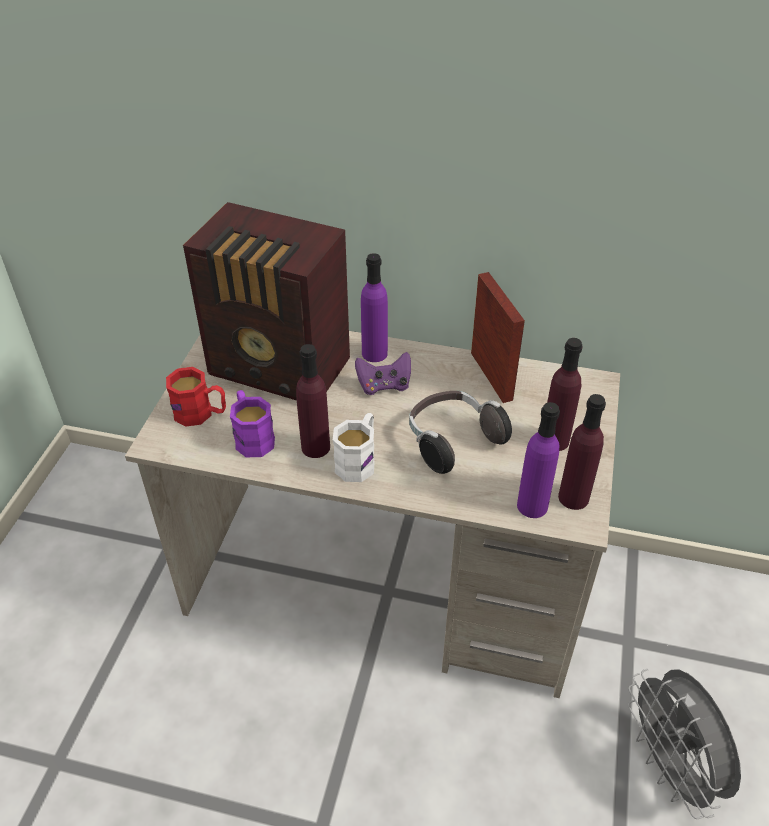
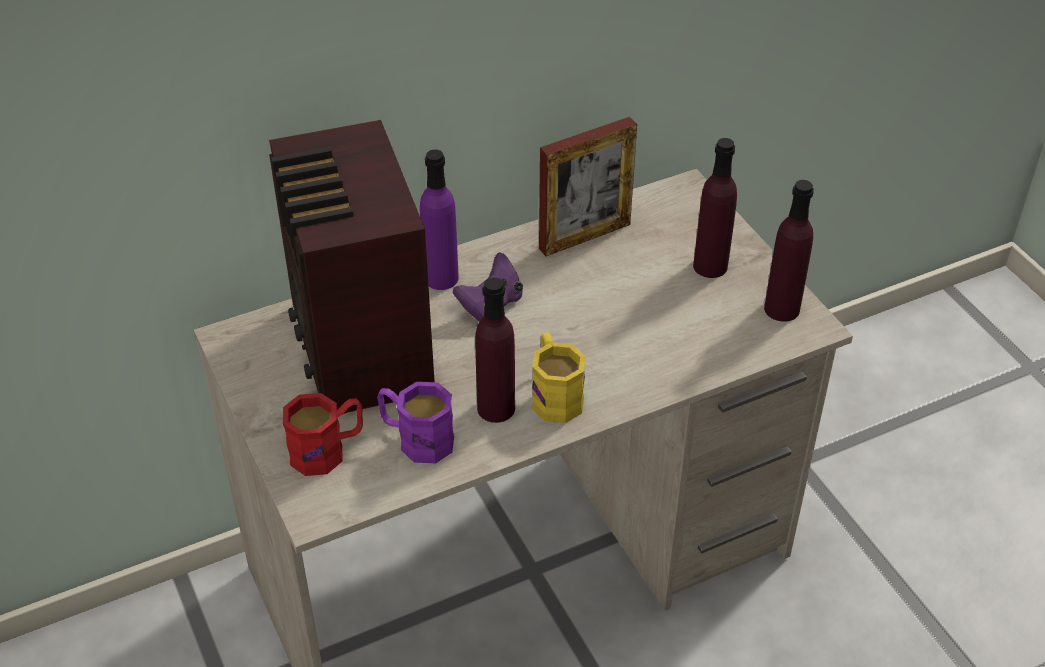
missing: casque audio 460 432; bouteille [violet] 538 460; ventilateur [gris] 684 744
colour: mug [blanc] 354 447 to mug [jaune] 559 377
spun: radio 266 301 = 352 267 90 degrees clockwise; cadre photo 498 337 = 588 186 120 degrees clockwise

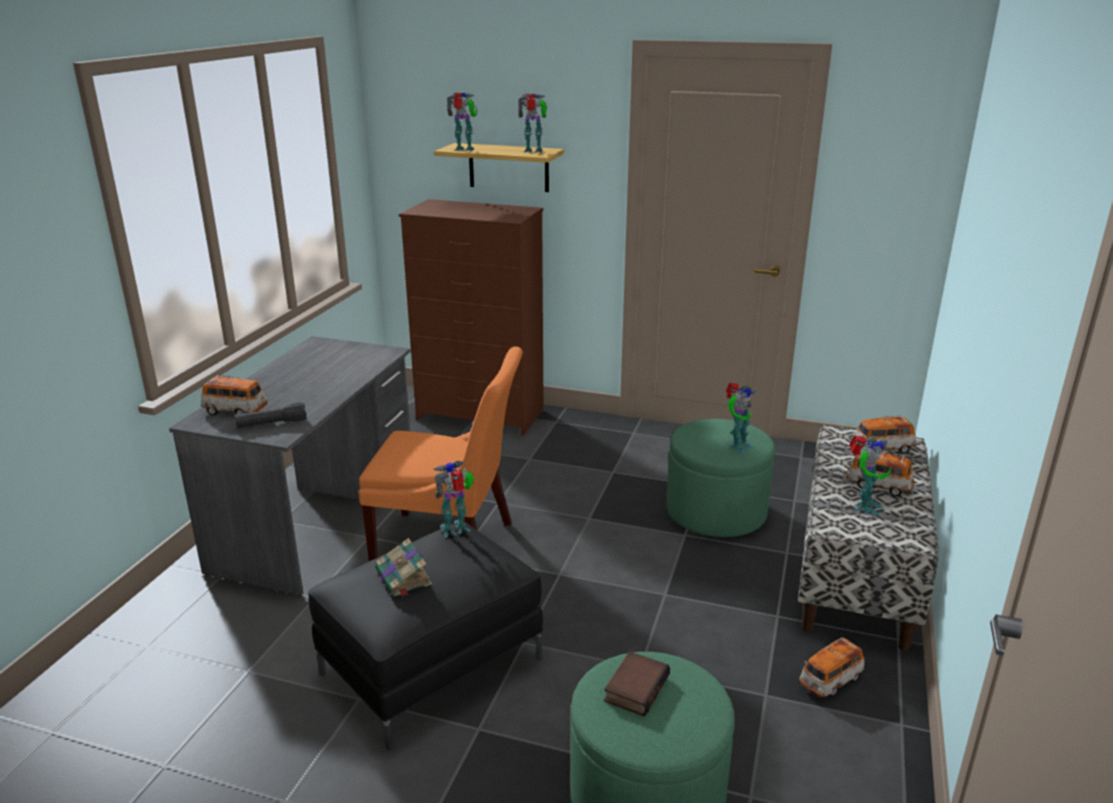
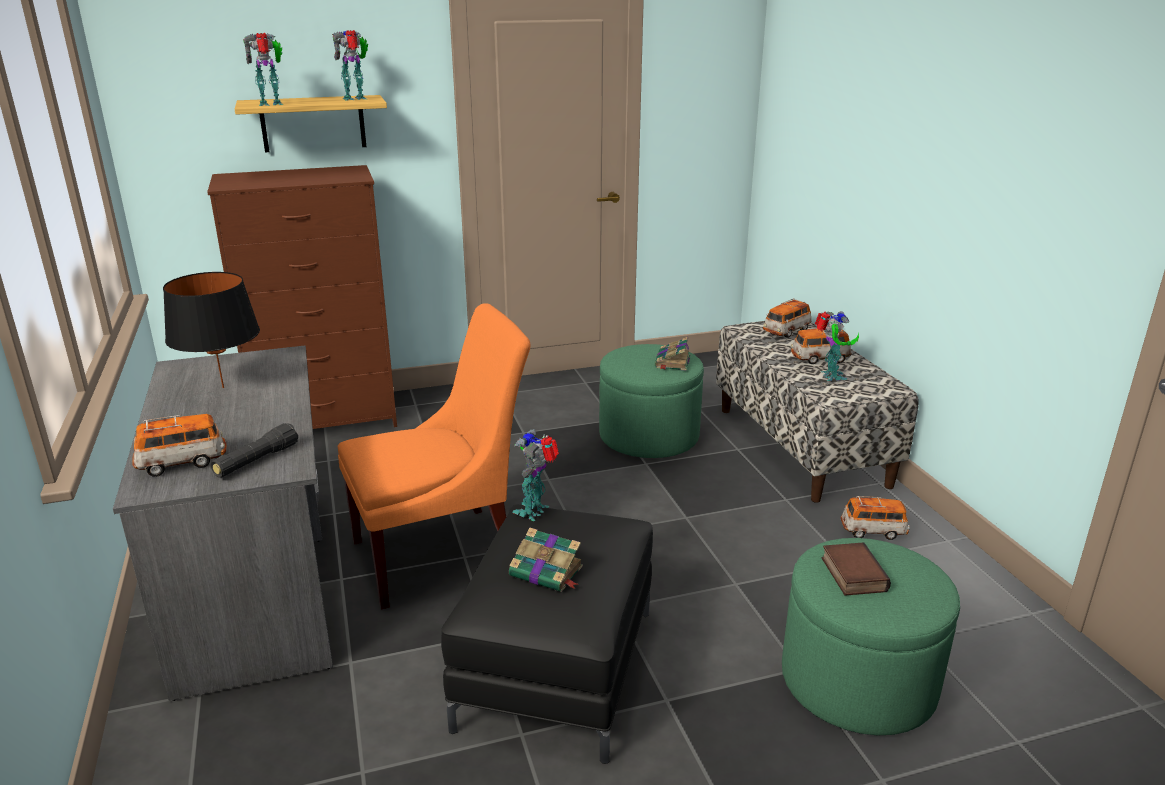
appeared: lampe de table [noir] 211 330
exchanged: robot jouet 742 418 to livre 672 354
spun: petite voiture 832 668 = 875 518 105 degrees counterclockwise

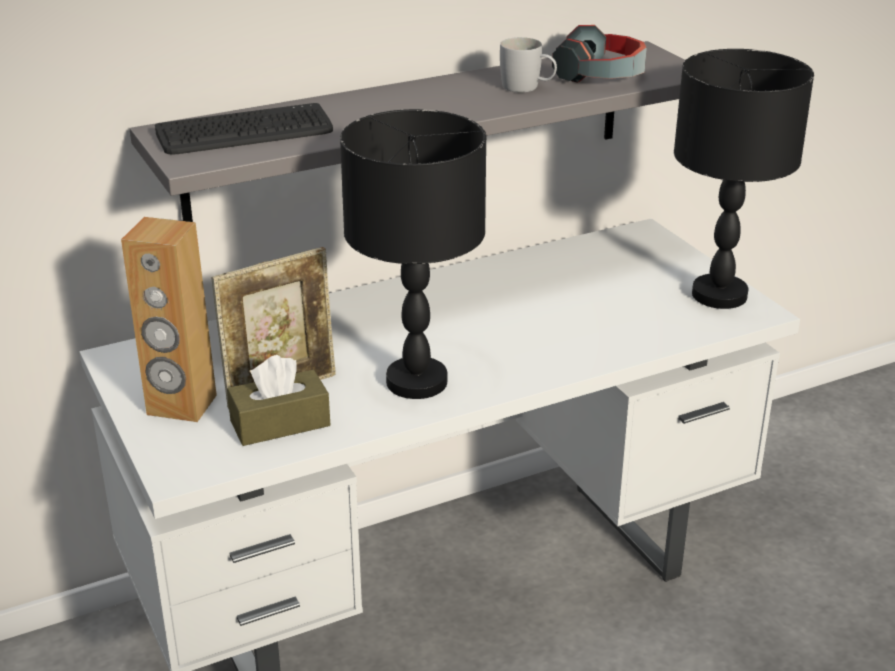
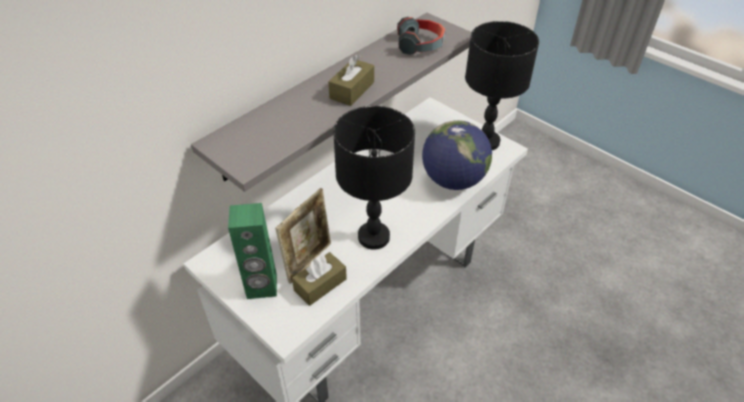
missing: clavier 244 129; mug [blanc] 528 64
appeared: boîte à mouchoirs [marron] 351 80; globe 457 155
colour: enceinte [marron] 169 319 to enceinte [vert] 252 251

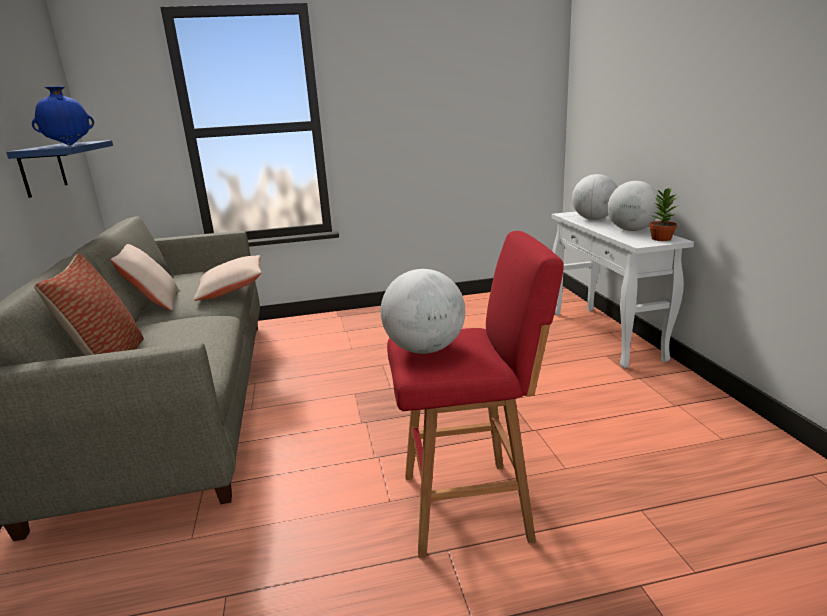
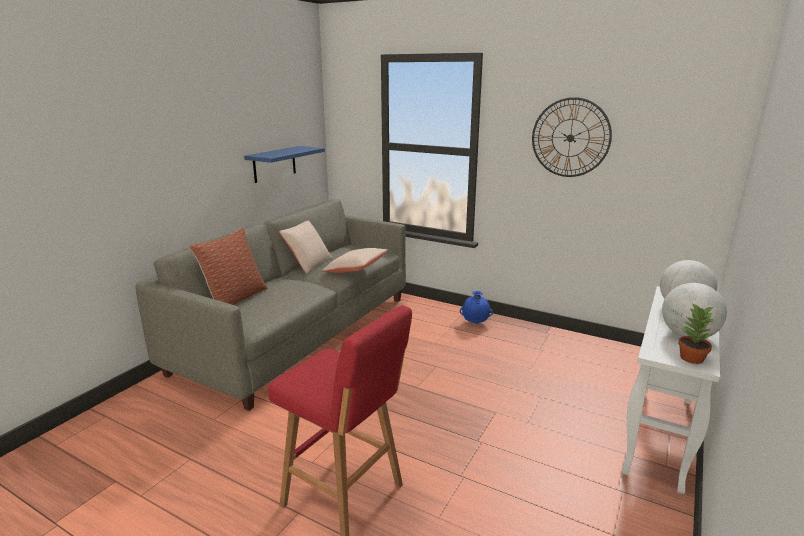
missing: globe 423 311
appeared: horloge murale 572 137
relocated: vase [bleu] 63 115 to 476 307

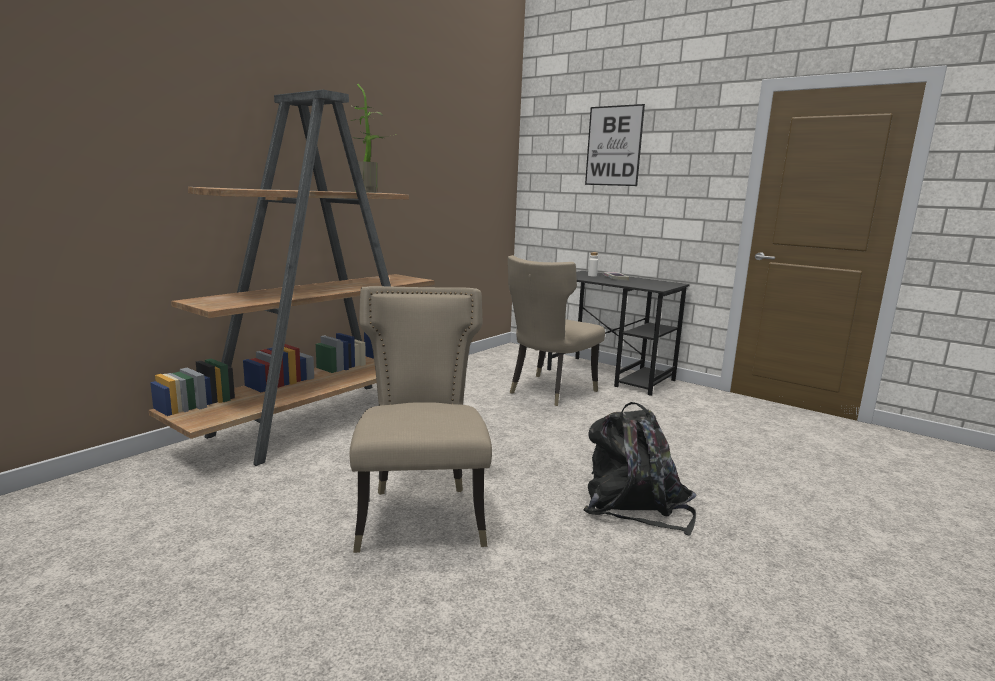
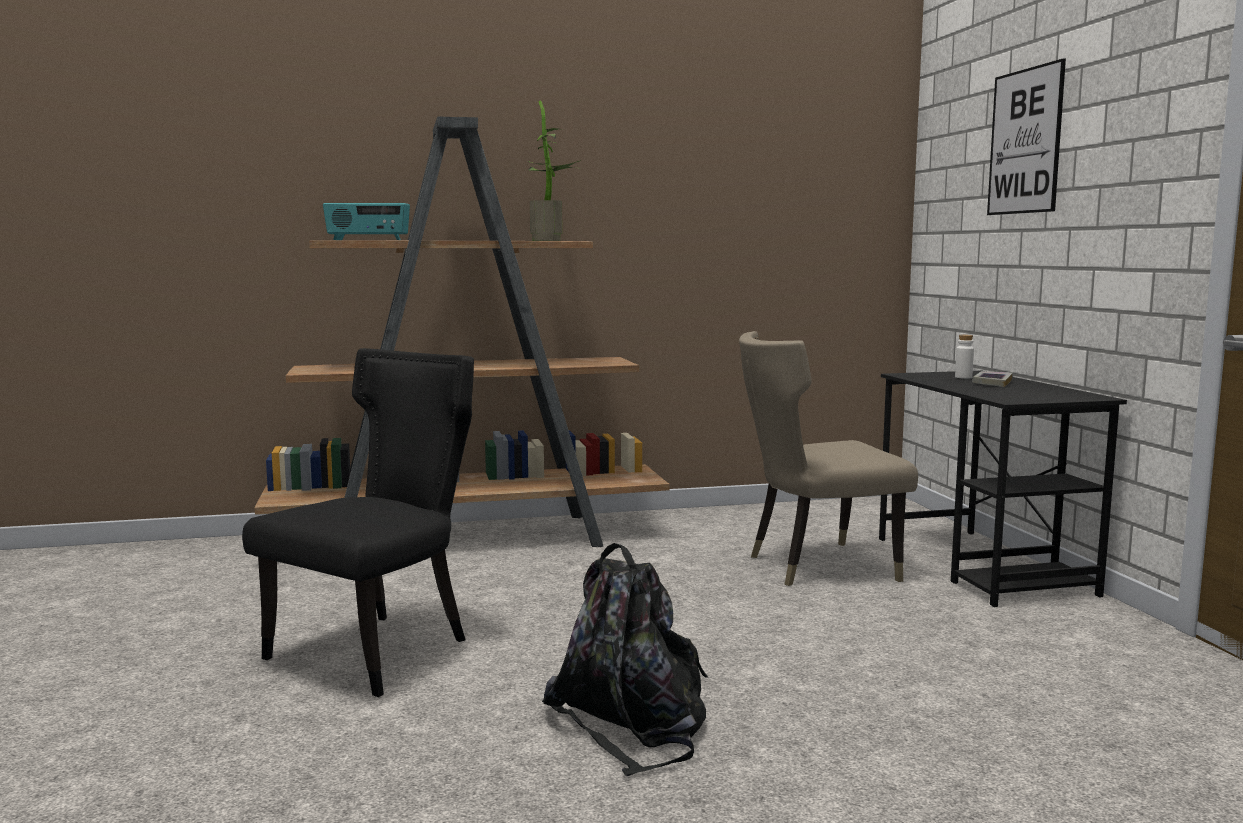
appeared: radio 366 221
colour: chaise [beige] 421 419 to chaise [noir] 358 522

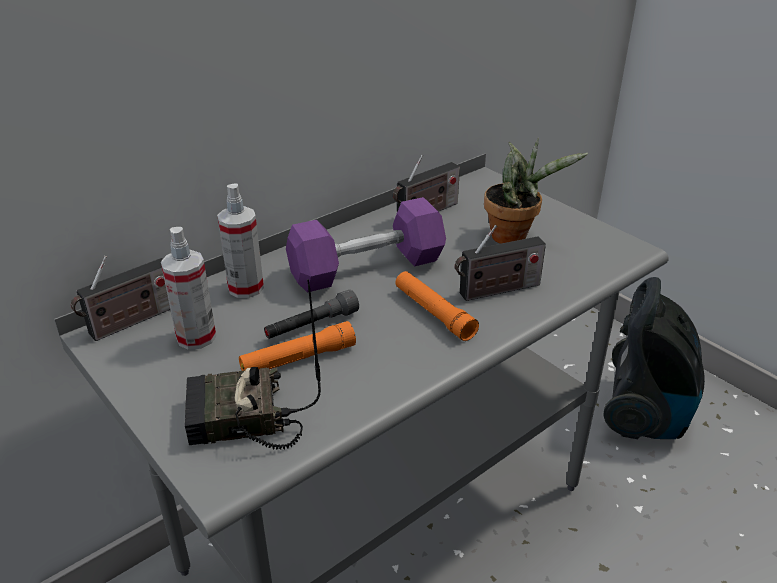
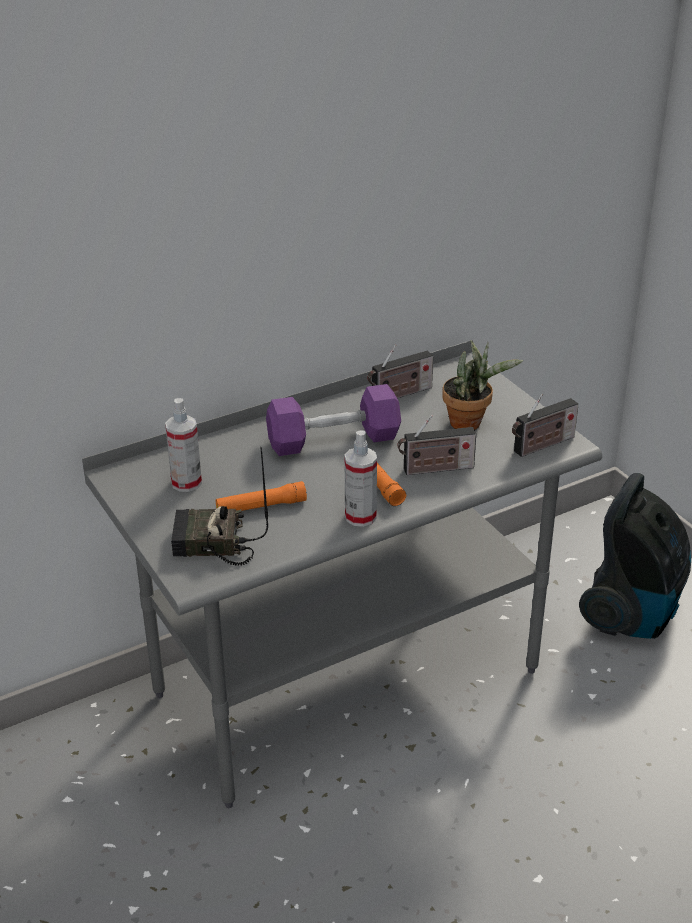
missing: lampe de poche [gris] 311 314
relocated: radio 120 298 to 545 425; vaporisateur 240 241 to 360 478

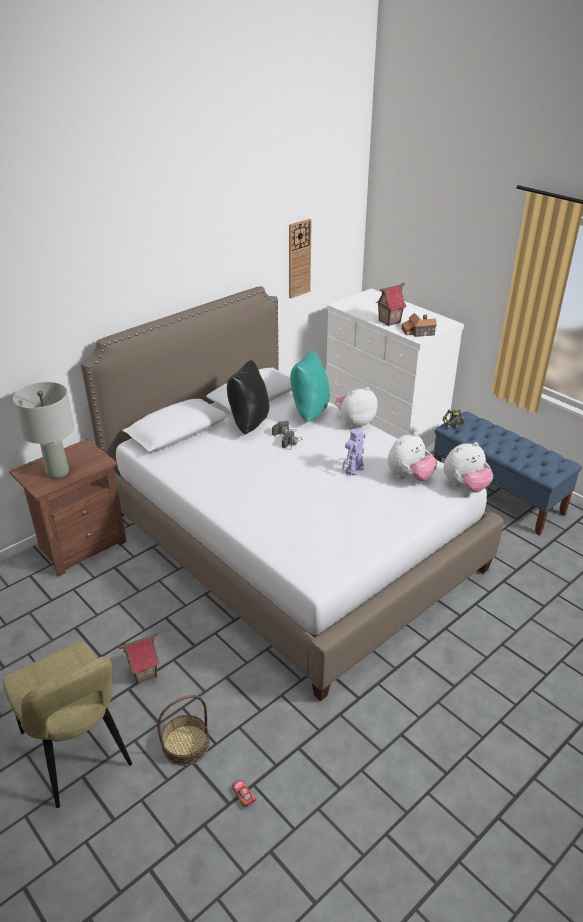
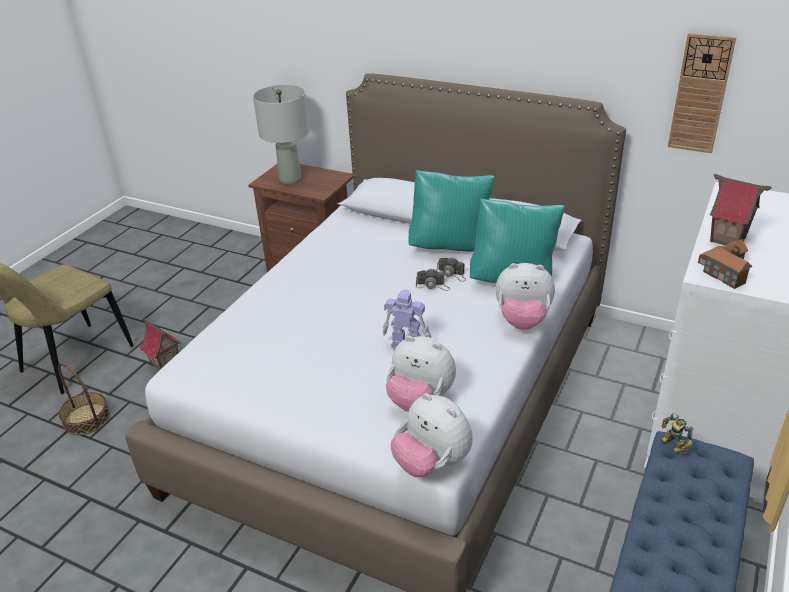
missing: petite voiture 244 793
colour: coussin [noir] 248 397 to coussin [turquoise] 452 211
spun: peluche 356 407 = 525 296 150 degrees clockwise

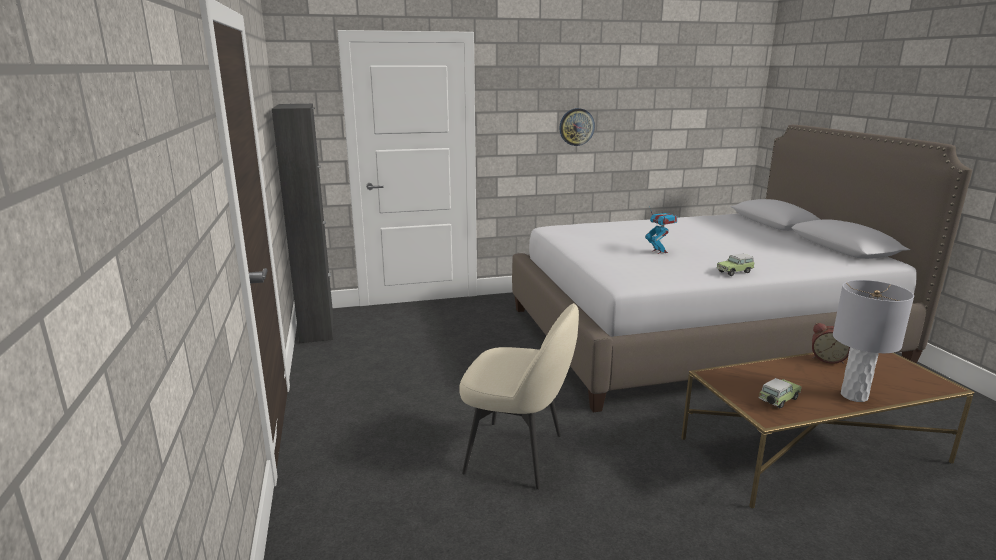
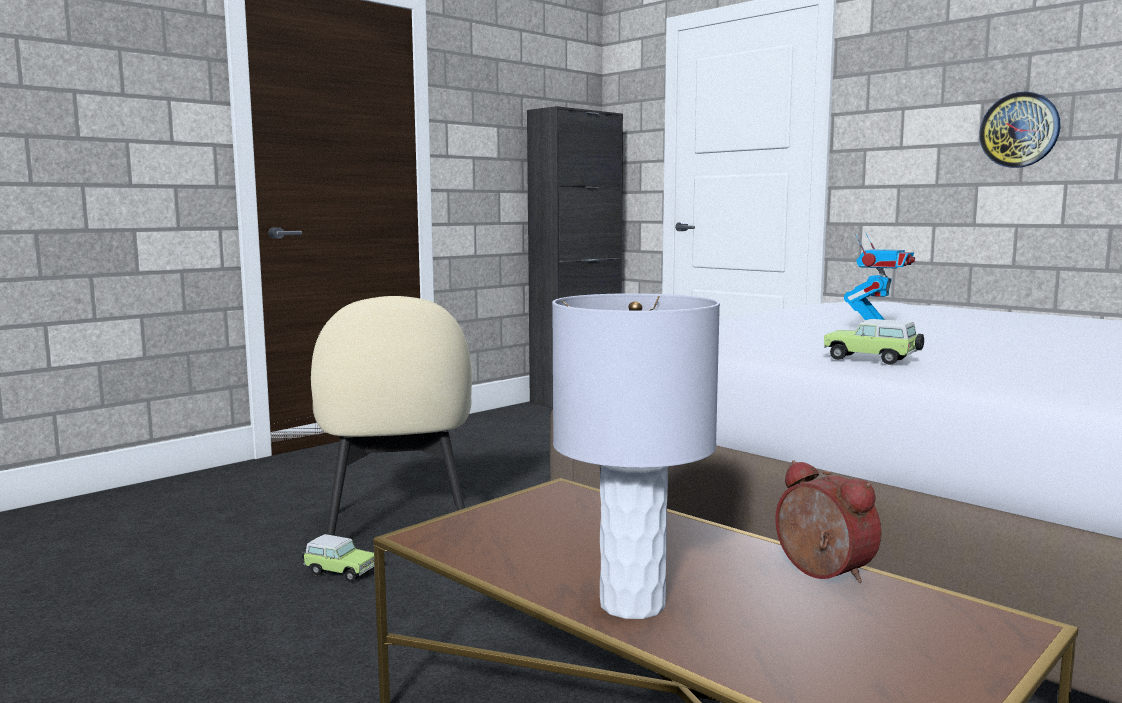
relocated: petite voiture 780 393 to 338 558
spun: réveil 831 343 = 828 521 150 degrees clockwise

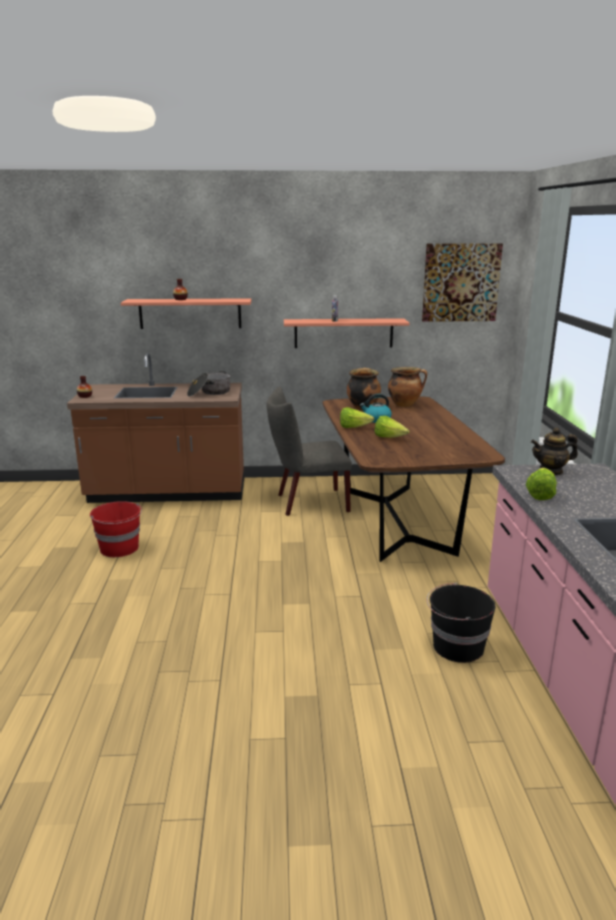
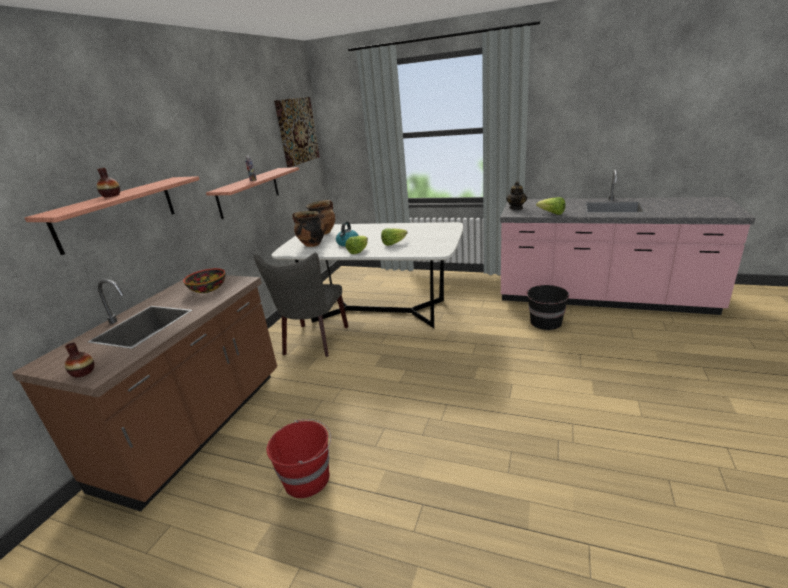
exchanged: marmite 209 383 to bol 204 280
colour: table à manger [marron] 414 479 to table à manger [blanc] 367 275

